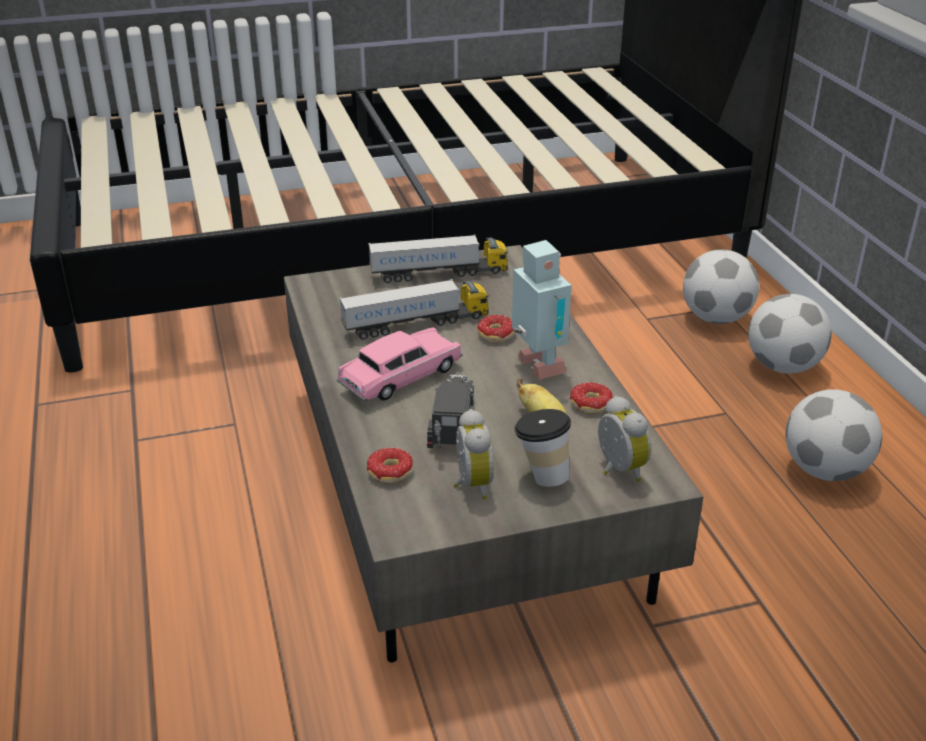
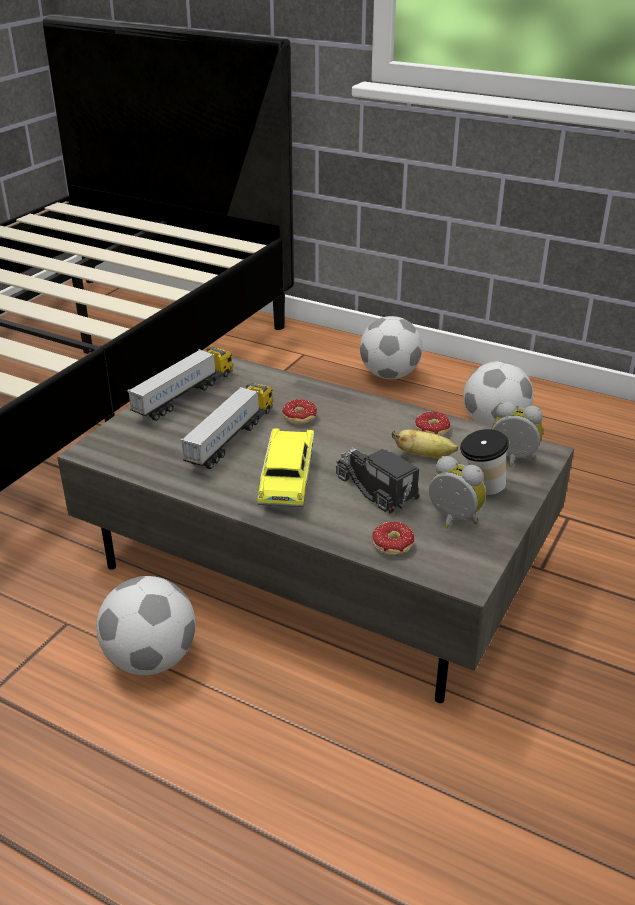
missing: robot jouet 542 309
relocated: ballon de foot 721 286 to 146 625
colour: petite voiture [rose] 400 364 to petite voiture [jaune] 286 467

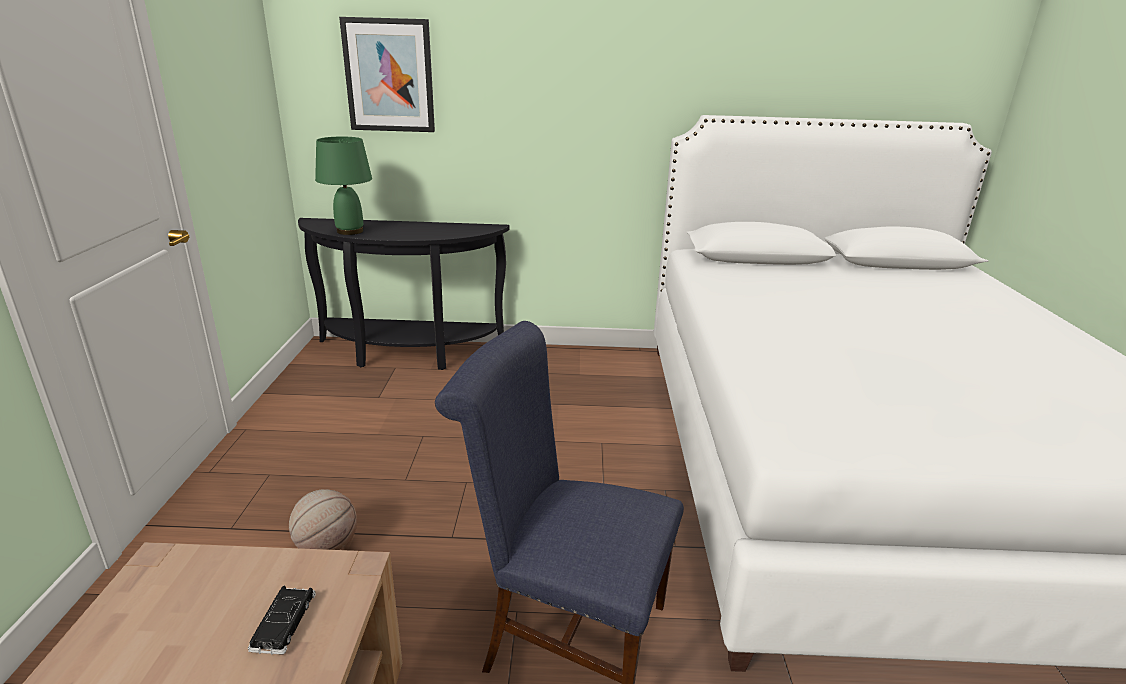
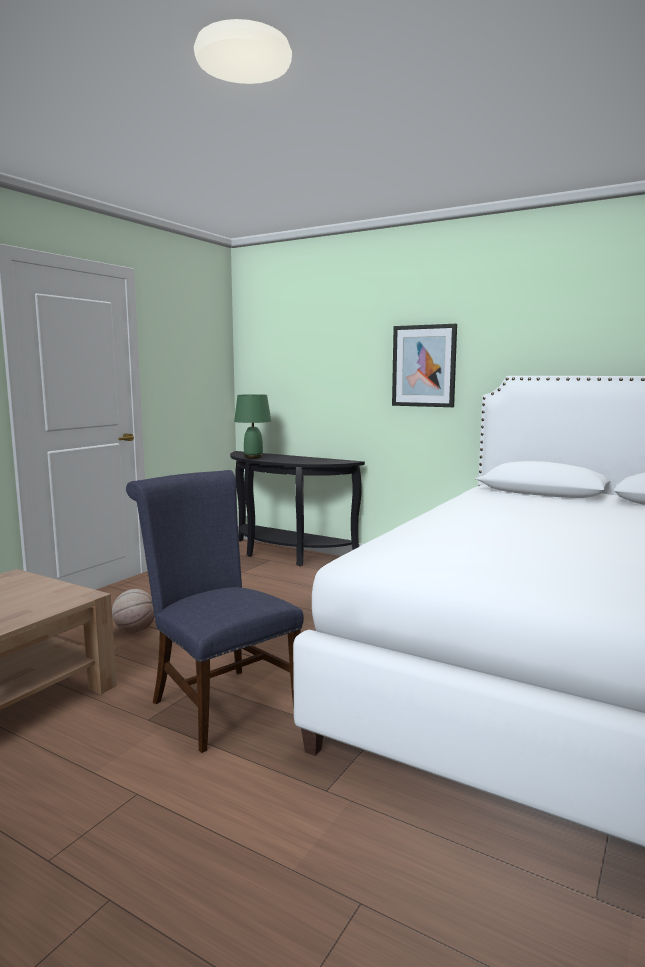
missing: petite voiture [noir] 282 620
relocated: tableau 387 74 to 424 365

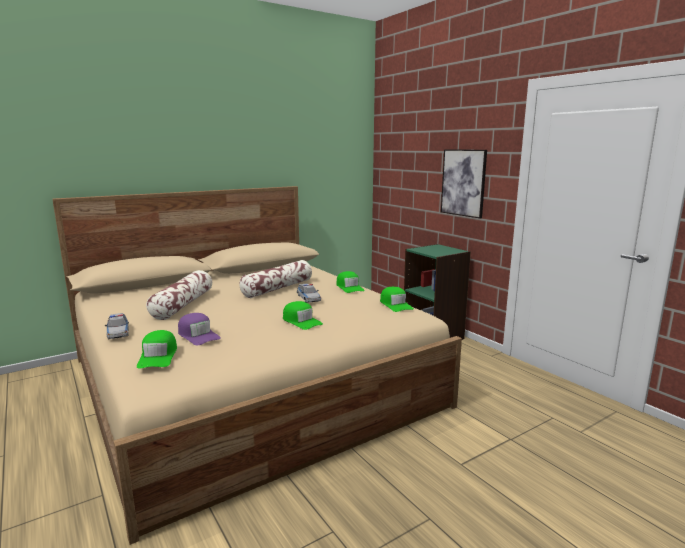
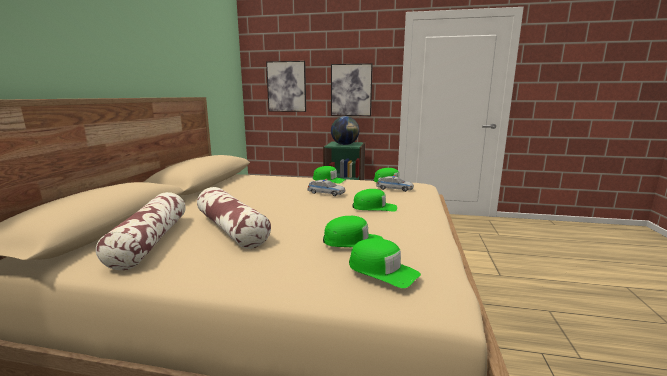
appeared: tableau 286 86; globe 345 130
relocated: petite voiture 117 326 to 395 183; coussin 275 279 to 141 231
colour: casquette [violet] 199 329 to casquette [vert] 353 231

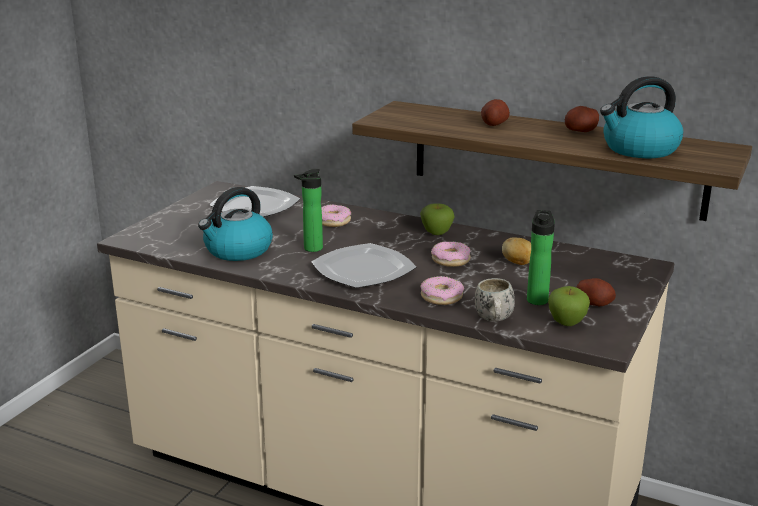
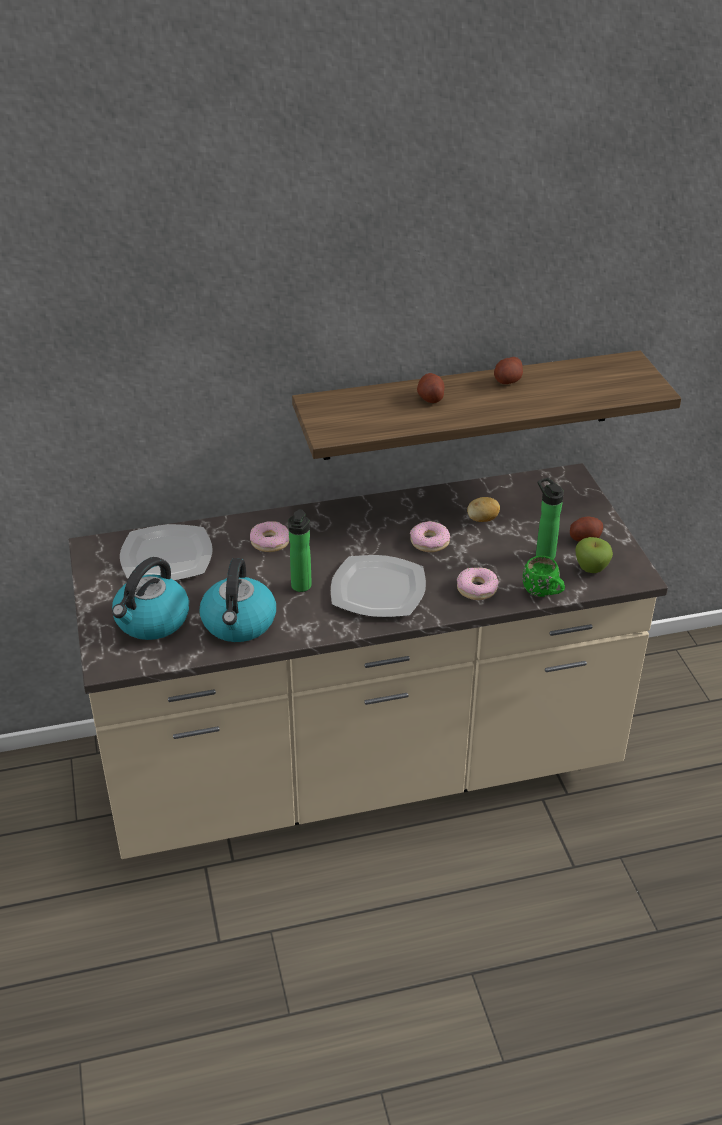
missing: pomme 437 219
relocated: bouilloire 641 117 to 150 598
colour: mug [blanc] 495 300 to mug [vert] 544 576

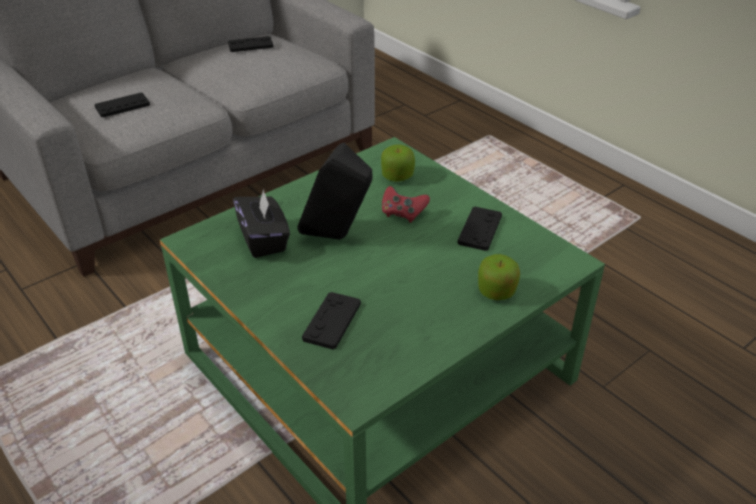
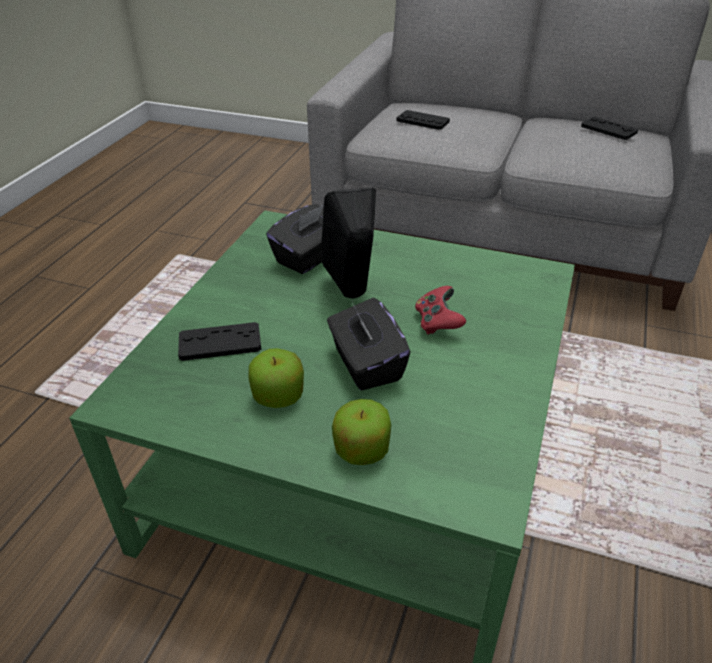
missing: manette [noir] 479 229
appeared: boîte à mouchoirs [noir] 369 344
relocated: pomme 398 163 to 276 378

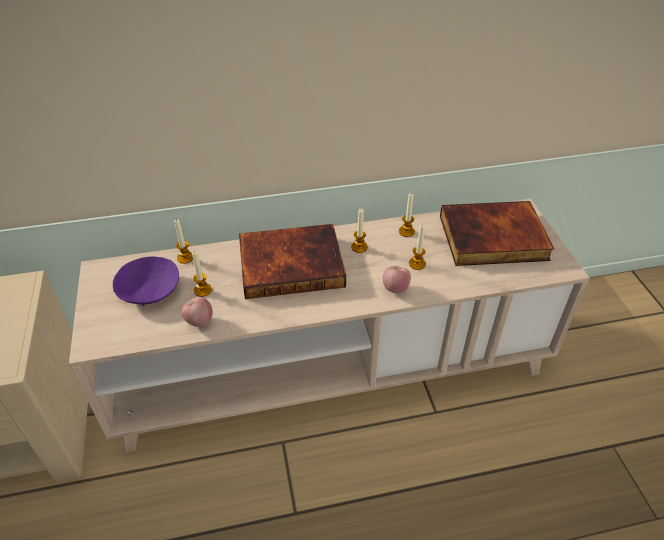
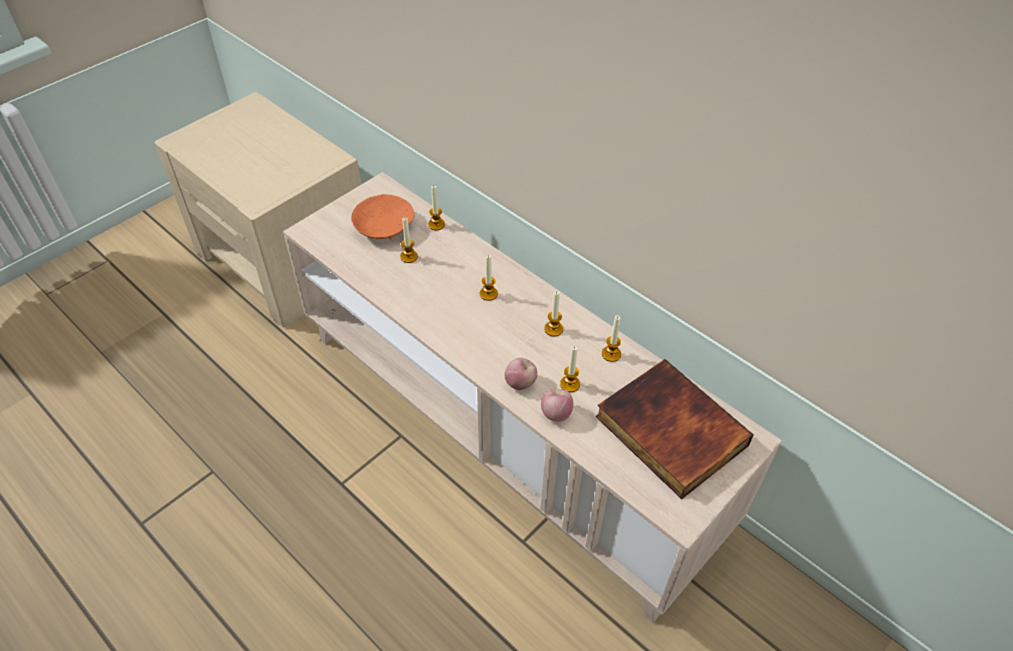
relocated: pomme 197 312 to 557 405
exchanged: livre 292 261 to bougie 489 278
colour: bol [violet] 146 281 to bol [orange] 382 216

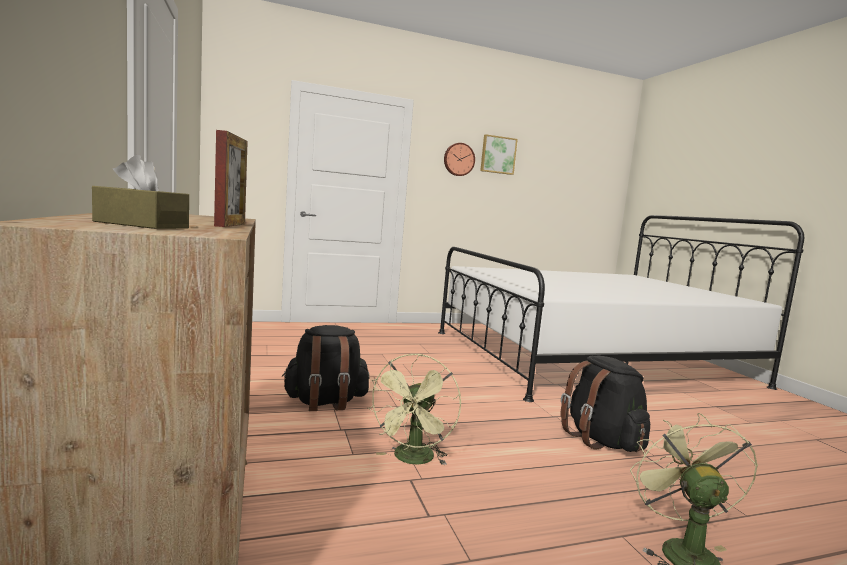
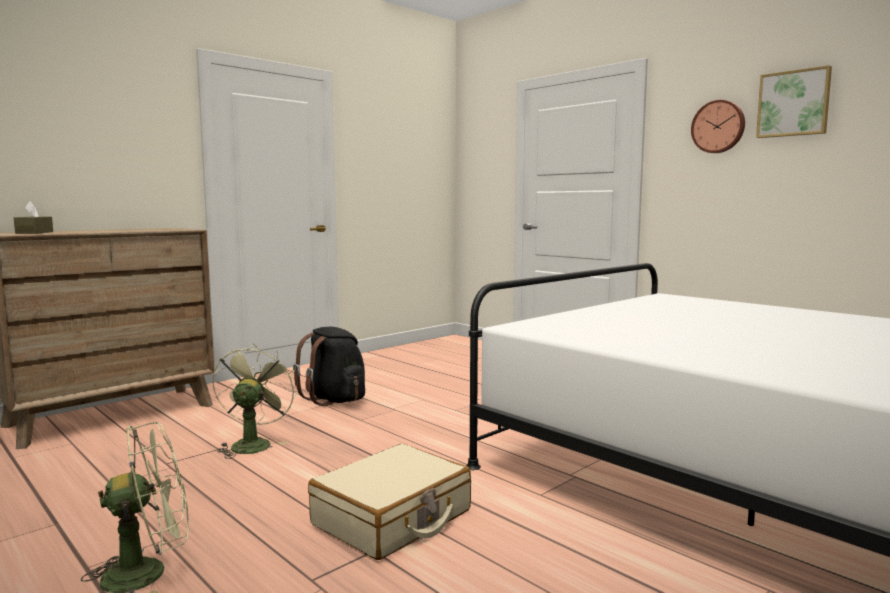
missing: cadre photo 231 178
exchanged: sac à dos [noir] 605 403 to valise [beige] 389 502
spun: ventilateur [vert] 414 409 = 254 401 105 degrees clockwise

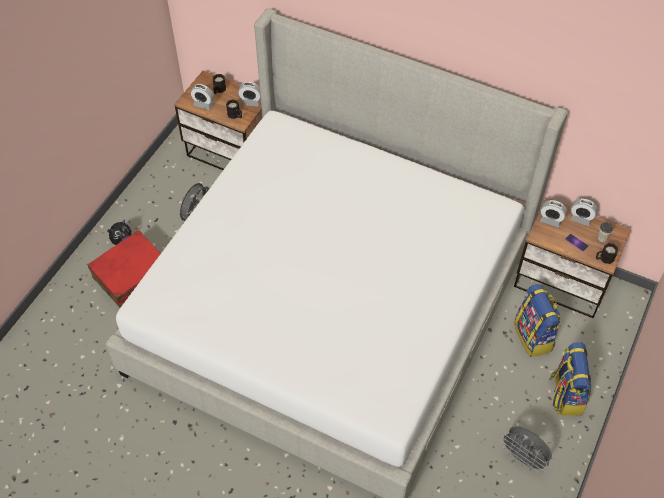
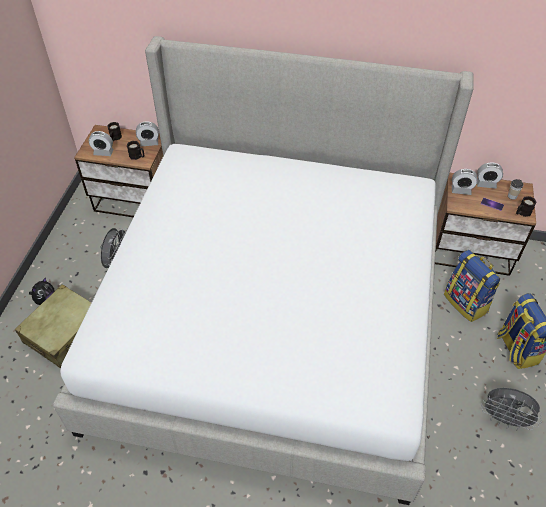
colour: valise [rouge] 124 269 to valise [beige] 53 326

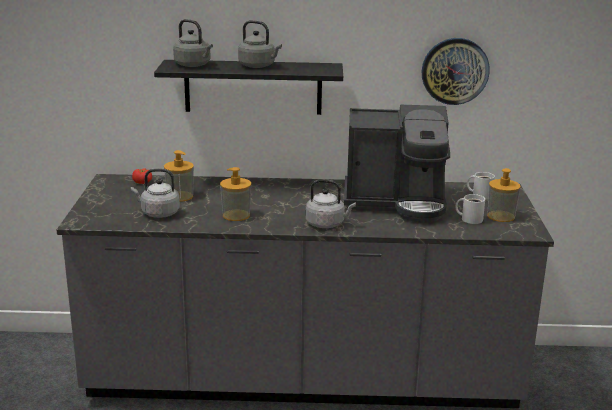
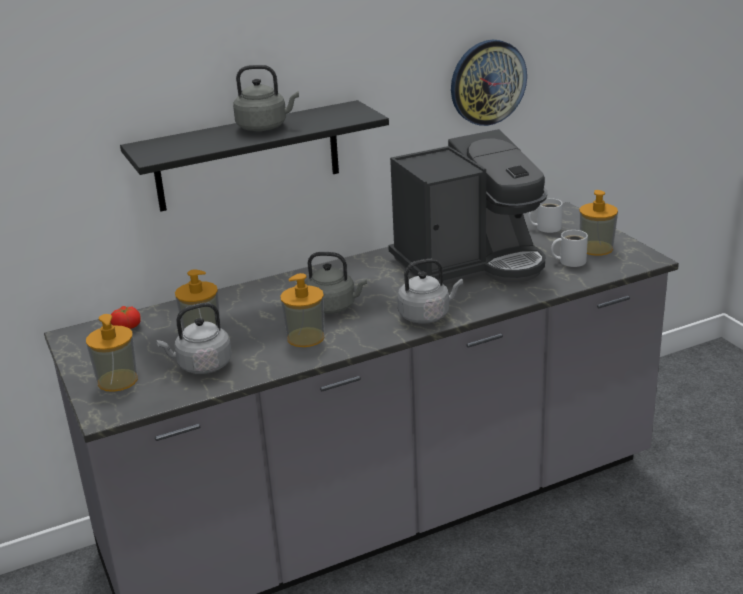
appeared: distributeur de savon 112 353
relocated: bouilloire [gris] 193 43 to 336 283

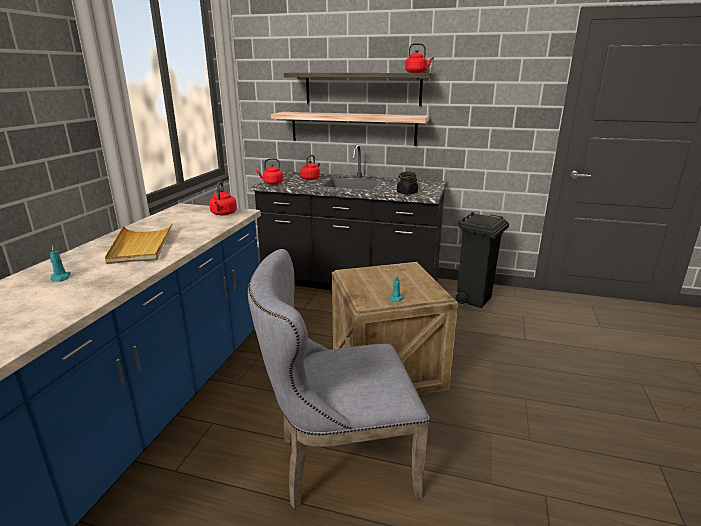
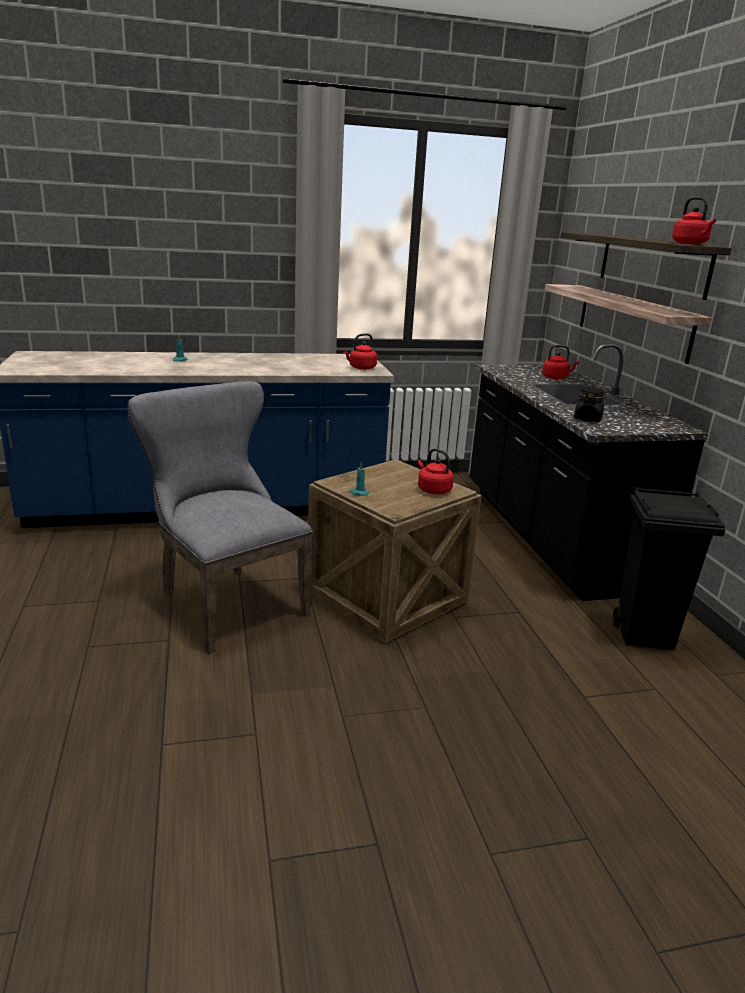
missing: plateau [beige] 139 243
relocated: bouilloire [rouge] 269 171 to 436 471

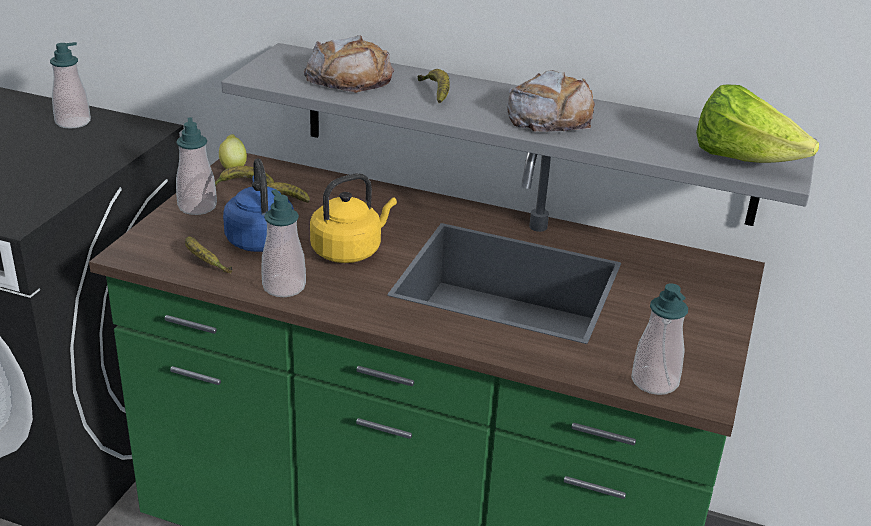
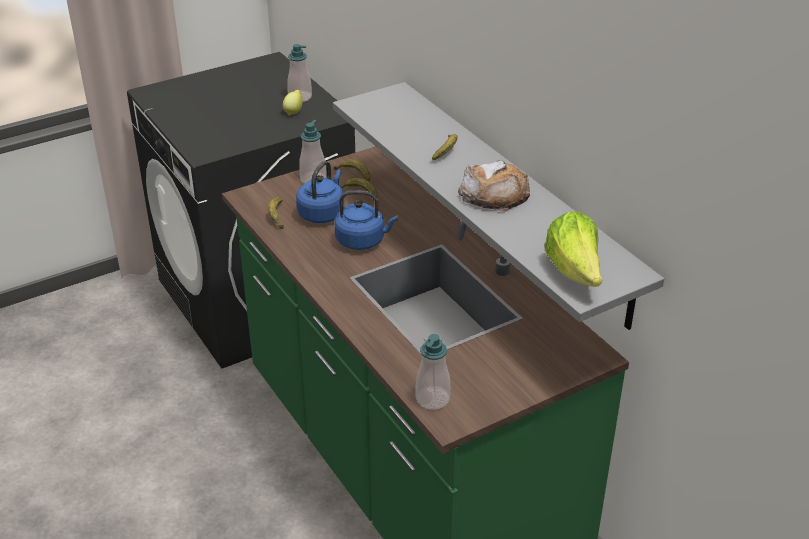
missing: distributeur de savon 283 243; pain 349 64
relocated: citron 233 151 to 292 102
colour: bouilloire [jaune] 353 218 to bouilloire [bleu] 366 220

